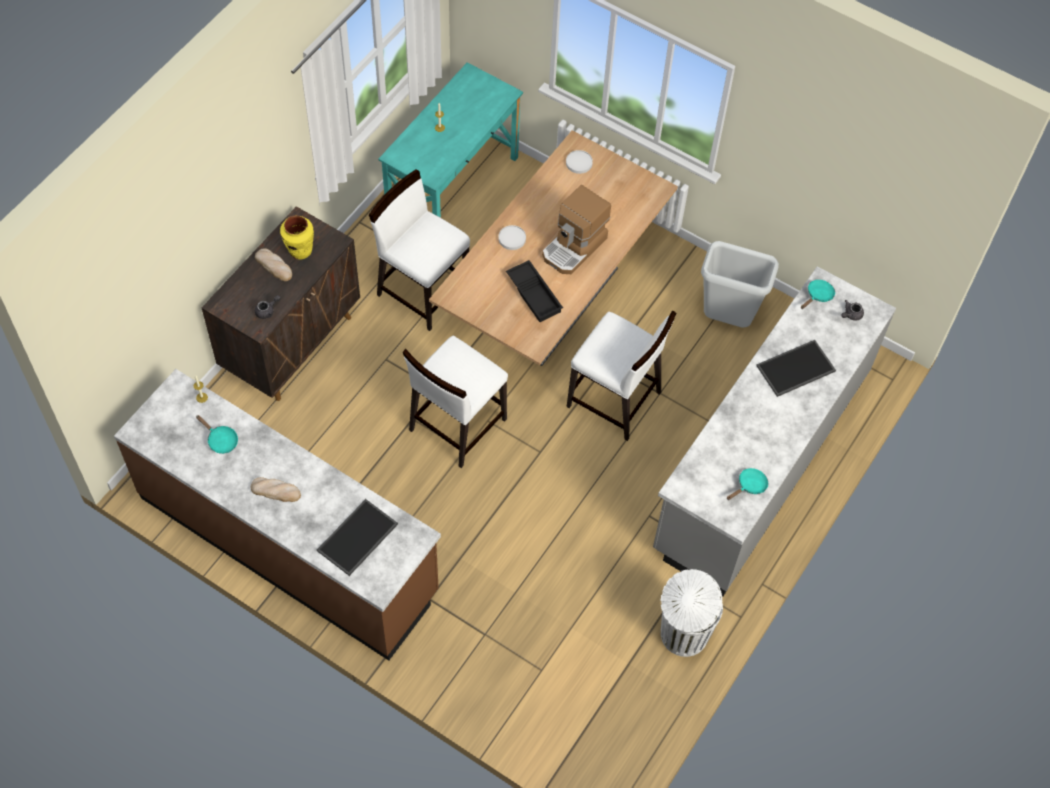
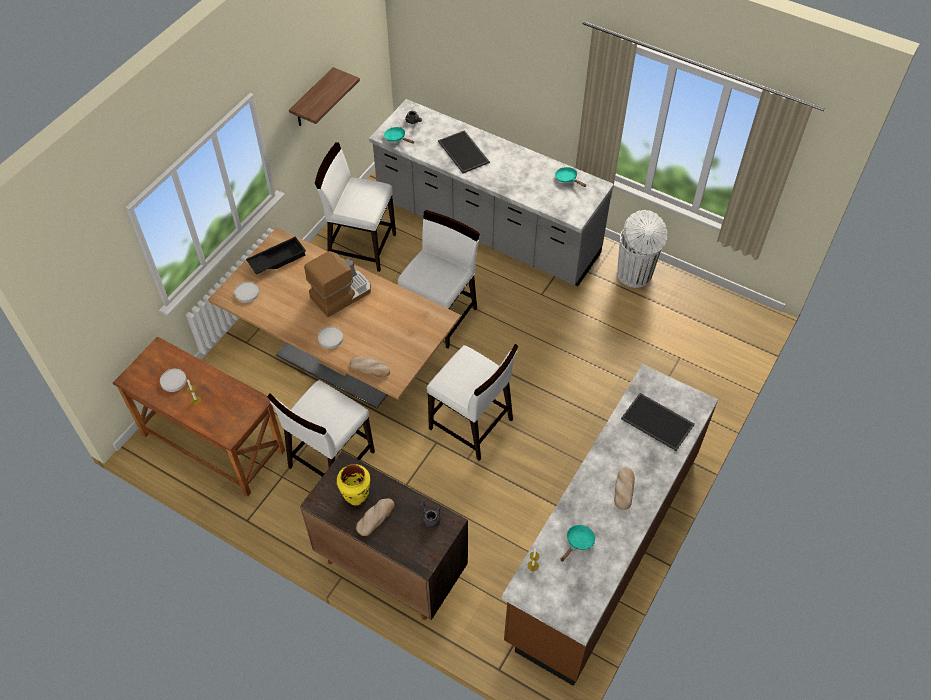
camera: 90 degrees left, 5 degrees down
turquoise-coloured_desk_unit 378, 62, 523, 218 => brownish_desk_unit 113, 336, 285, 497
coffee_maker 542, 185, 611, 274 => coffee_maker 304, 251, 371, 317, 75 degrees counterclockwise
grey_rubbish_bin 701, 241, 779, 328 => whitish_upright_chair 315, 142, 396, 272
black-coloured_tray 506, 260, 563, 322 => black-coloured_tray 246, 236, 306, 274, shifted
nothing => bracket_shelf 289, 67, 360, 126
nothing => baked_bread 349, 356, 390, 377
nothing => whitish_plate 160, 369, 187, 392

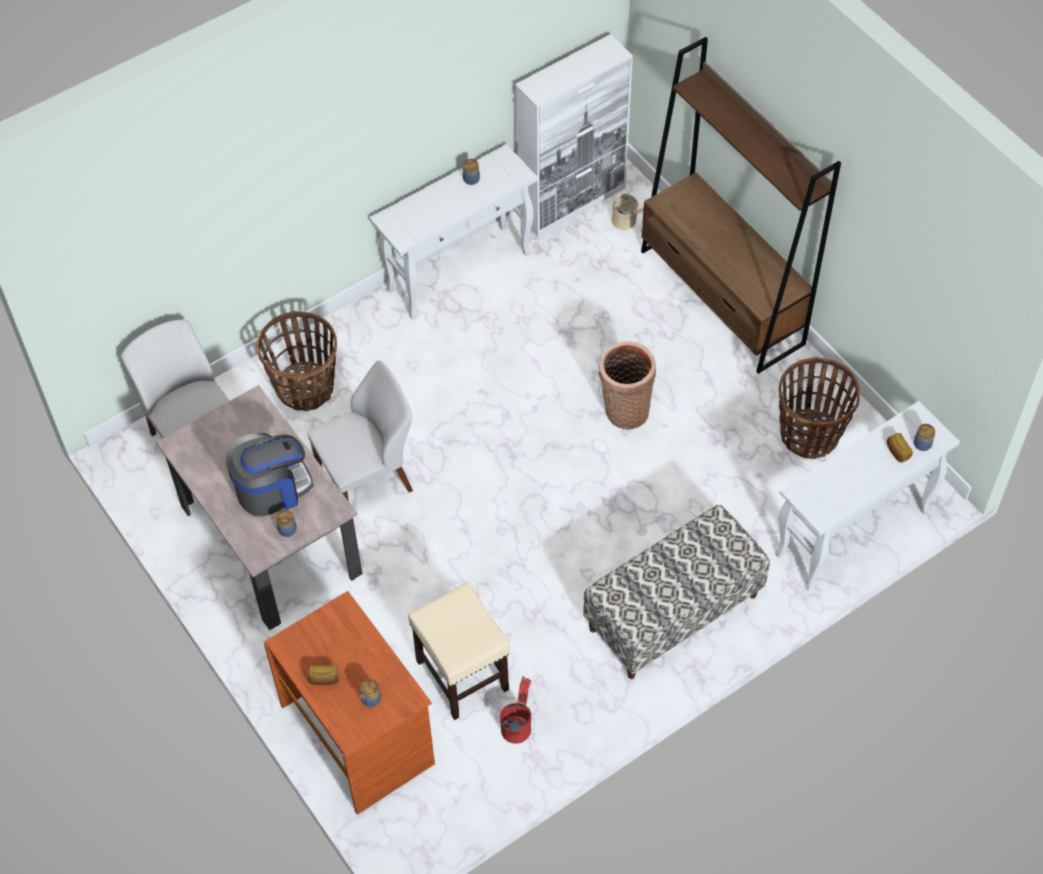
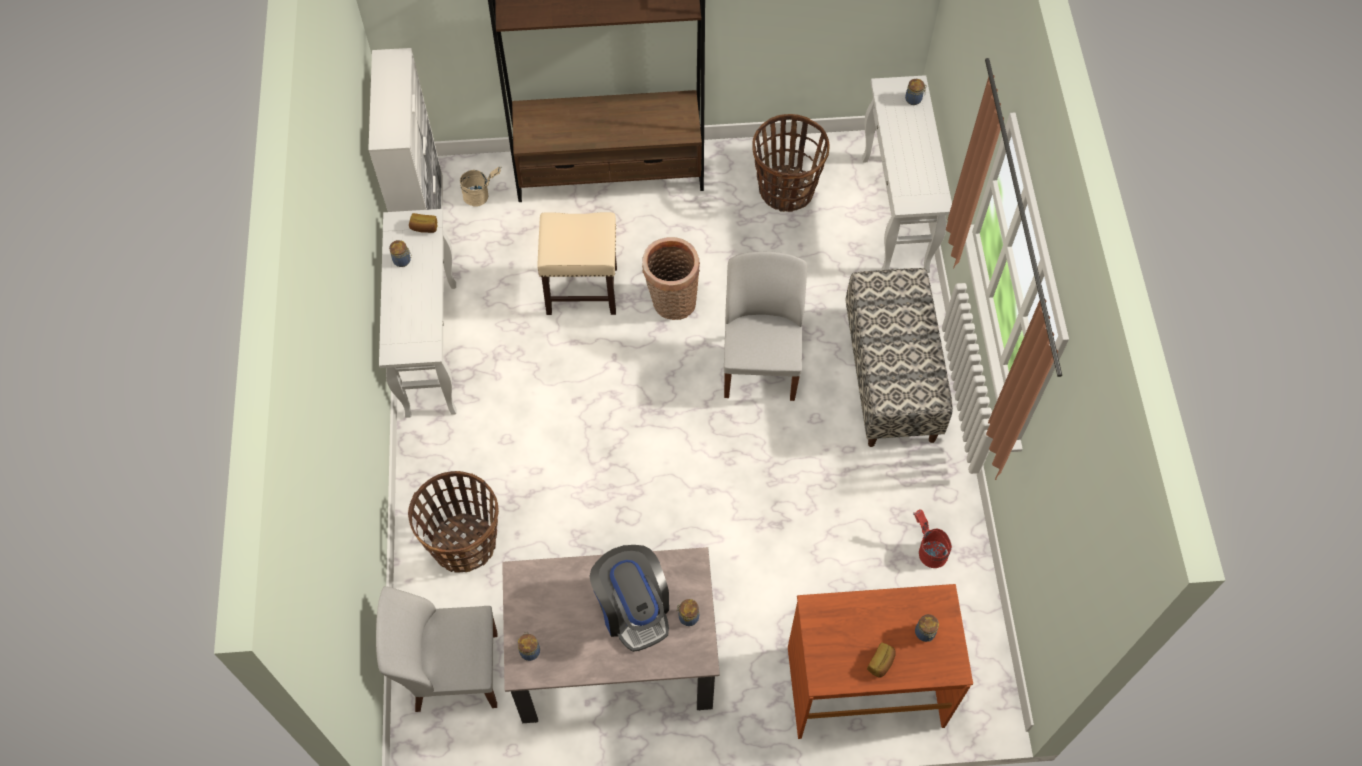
camera: 60 degrees left, 5 degrees up
whitish_upright_chair 307, 361, 413, 501 => whitish_upright_chair 724, 251, 807, 401, shifted
coffee_maker 226, 433, 314, 517 => coffee_maker 590, 545, 669, 652, 150 degrees clockwise
baked_bread 887, 433, 913, 463 => baked_bread 409, 213, 437, 233, shifted
beige_sitting_stool 408, 582, 510, 720 => beige_sitting_stool 537, 212, 617, 315, shifted
nothing => jar 518, 632, 540, 661

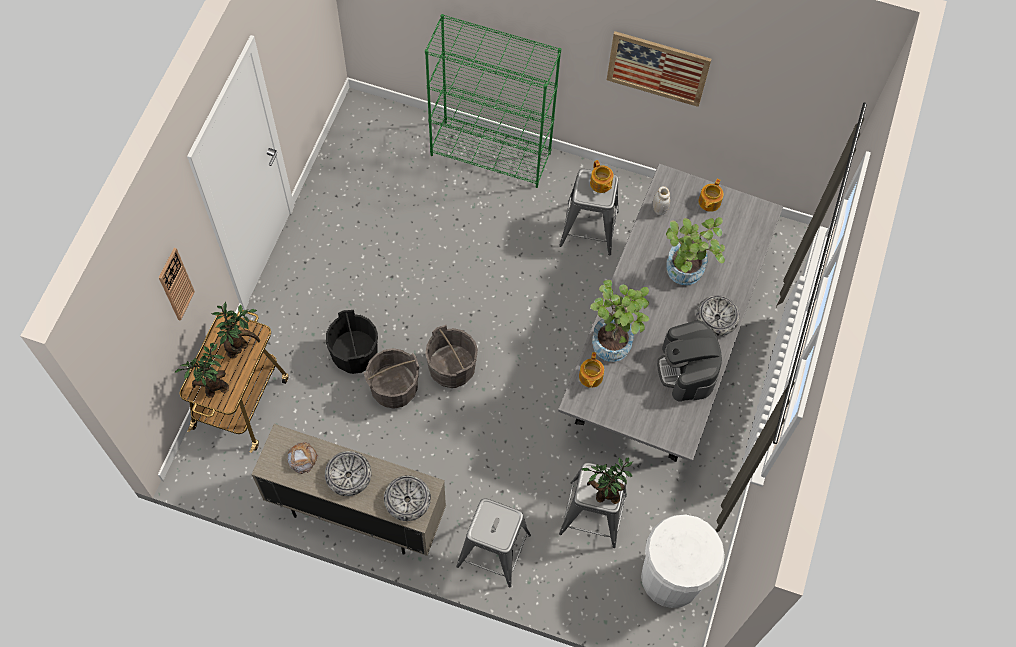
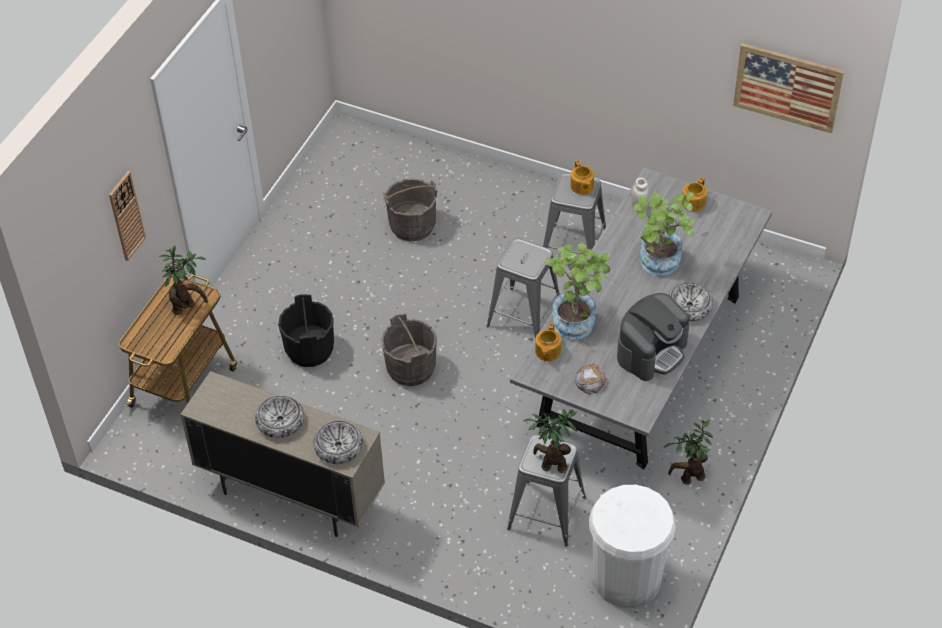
camera: 10 degrees right, 15 degrees down
green_shelving_unit 425, 14, 561, 188 => nothing
picture 607, 31, 712, 107 => picture 733, 43, 844, 133, shifted
coffee_maker 657, 321, 722, 402 => coffee_maker 617, 293, 690, 381, 135 degrees counterclockwise
potted_plant 174, 343, 229, 398 => potted_plant 664, 420, 713, 485, shifted
grey_pail 364, 348, 419, 409 => grey_pail 383, 178, 437, 241, shifted
baked_bread 287, 442, 318, 474 => baked_bread 575, 364, 607, 394, shifted
grey_sitting_stool 456, 498, 531, 588 => grey_sitting_stool 487, 238, 560, 338, shifted

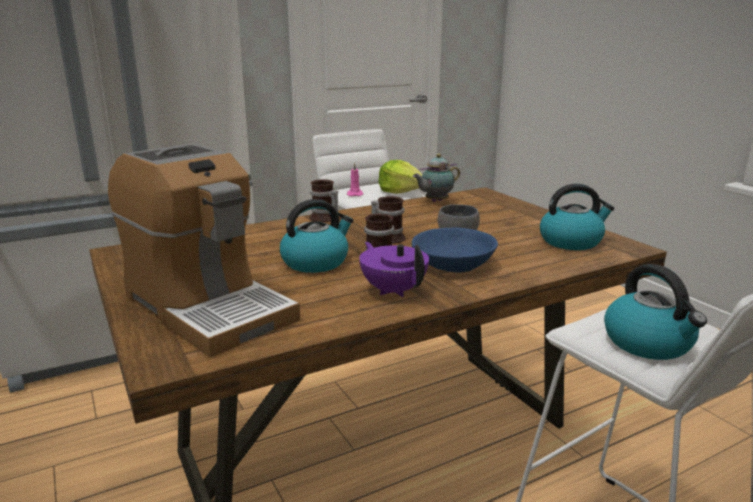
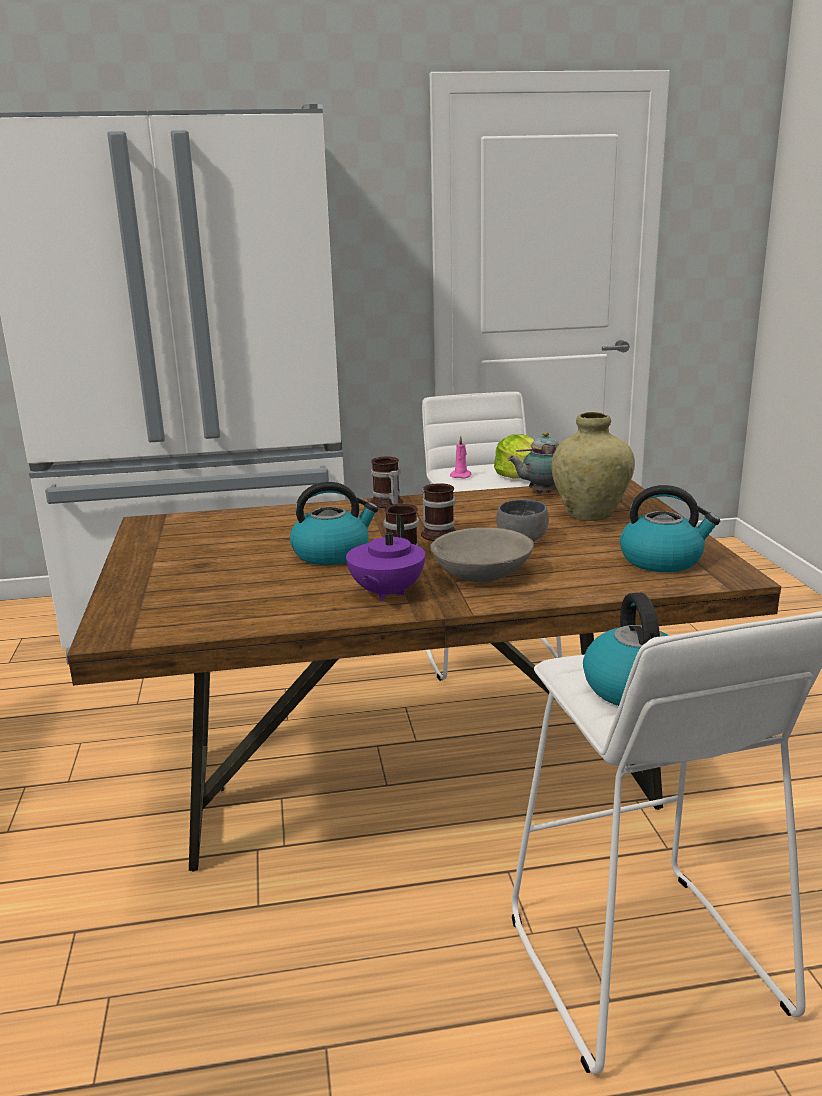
camera: 20 degrees right, 0 degrees up
coffee_maker 108, 143, 300, 357 => nothing
blue-coloured_deep_dish 412, 228, 498, 273 => grey_deep_dish 430, 528, 534, 583
purple-coloured_tea_pot 359, 242, 429, 297 => purple-coloured_tea_pot 346, 514, 425, 601, 150 degrees counterclockwise
nothing => beige_vase 551, 412, 635, 521

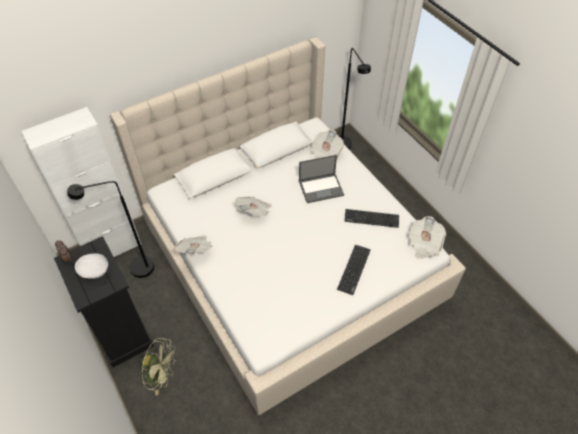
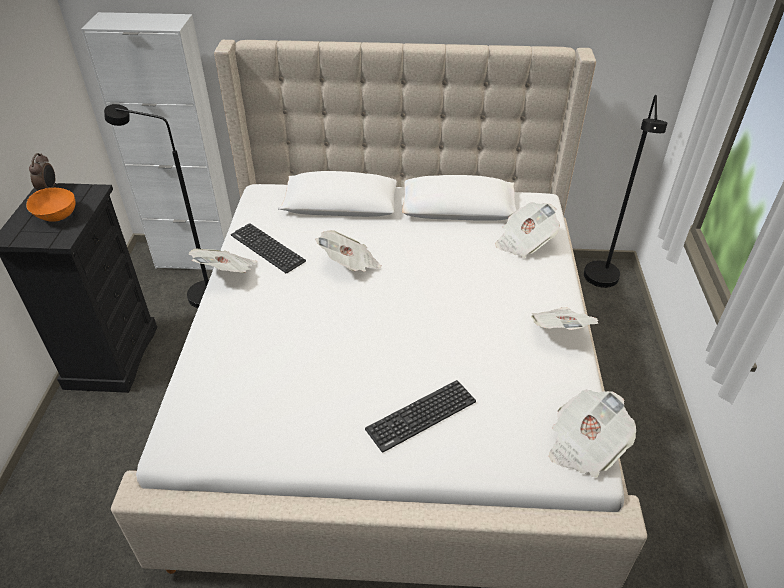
camera: 35 degrees right, 10 degrees down
notebook_computer 299, 155, 344, 203 => nothing
keyboard 344, 209, 399, 228 => keyboard 231, 224, 306, 273, shifted
whitish_deep_dish 75, 254, 108, 279 => orange_deep_dish 26, 188, 75, 222
green_cooling_fan 140, 338, 176, 395 => nothing
nothing => printed_paper 531, 307, 598, 330

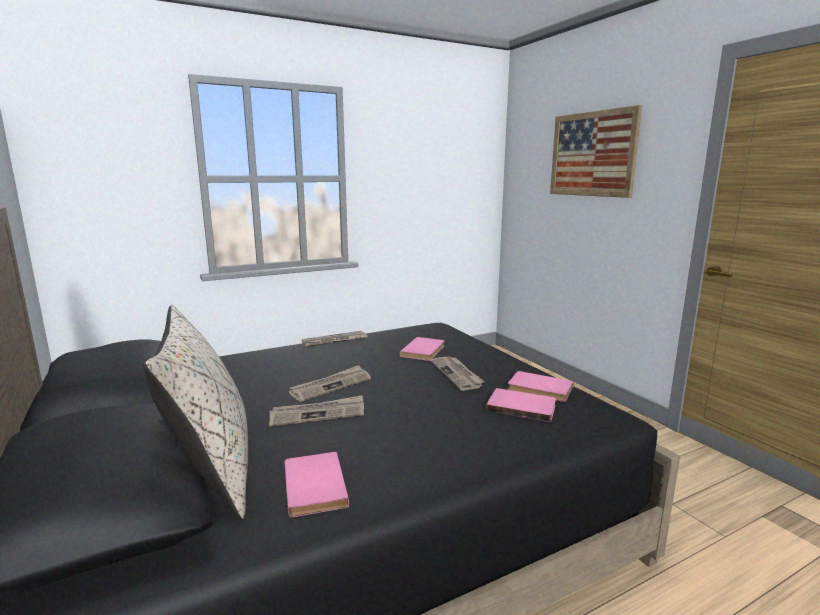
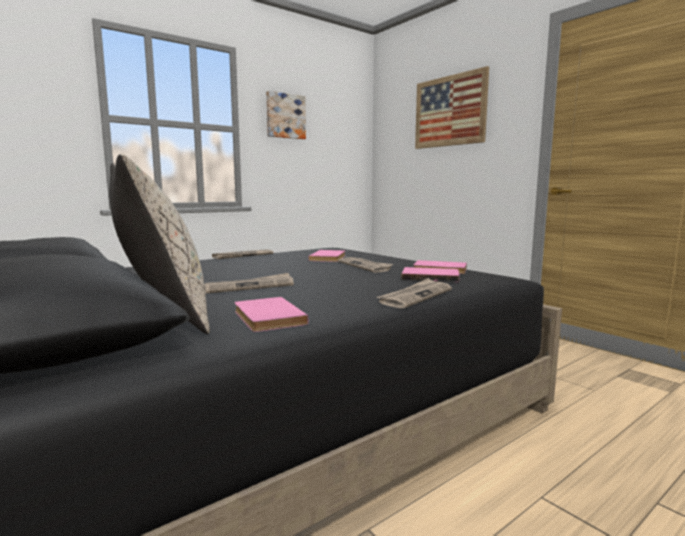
camera: 10 degrees left, 5 degrees down
printed_paper 289, 365, 371, 402 => printed_paper 376, 278, 452, 309, shifted
nothing => picture 266, 91, 306, 139

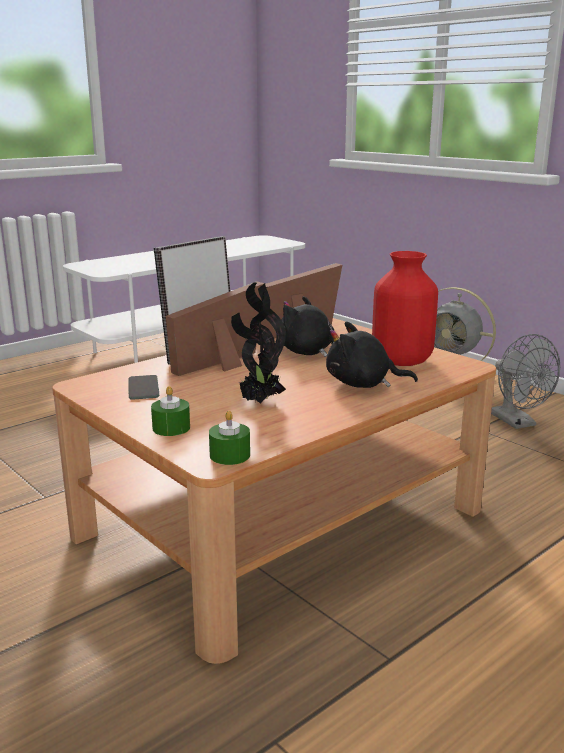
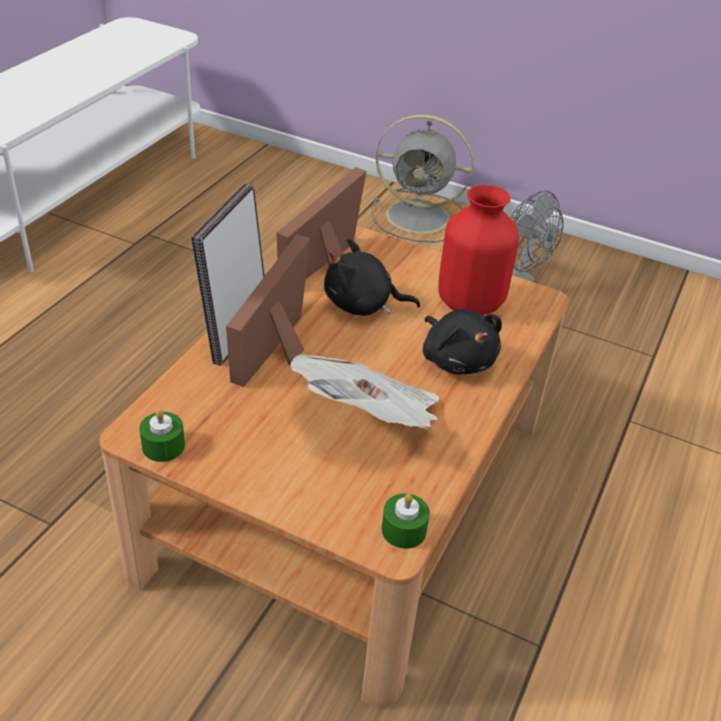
camera: 25 degrees left, 20 degrees up
potted_plant 231, 282, 286, 404 => printed_paper 290, 355, 440, 429
black-coloured_cuddly_toy 326, 321, 418, 388 => black-coloured_cuddly_toy 423, 309, 502, 374, 105 degrees counterclockwise
phone 128, 375, 159, 400 => nothing
green_wax_candle 151, 386, 190, 436 => green_wax_candle 139, 409, 185, 462, shifted

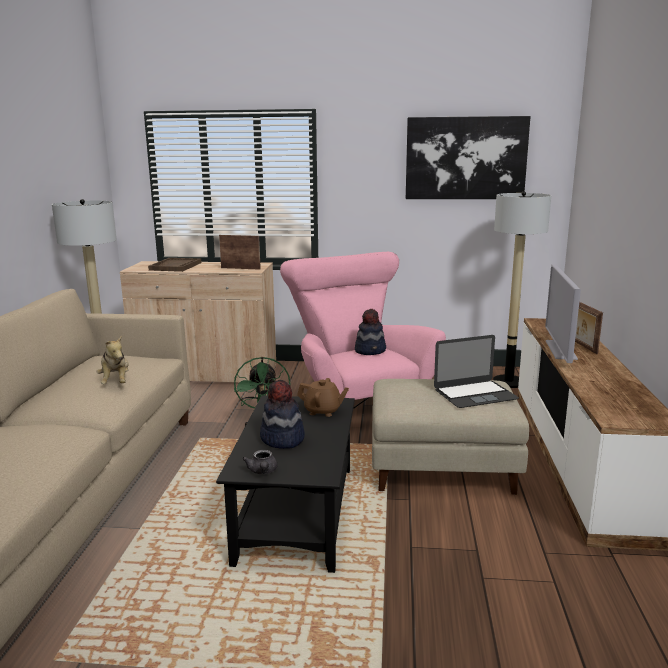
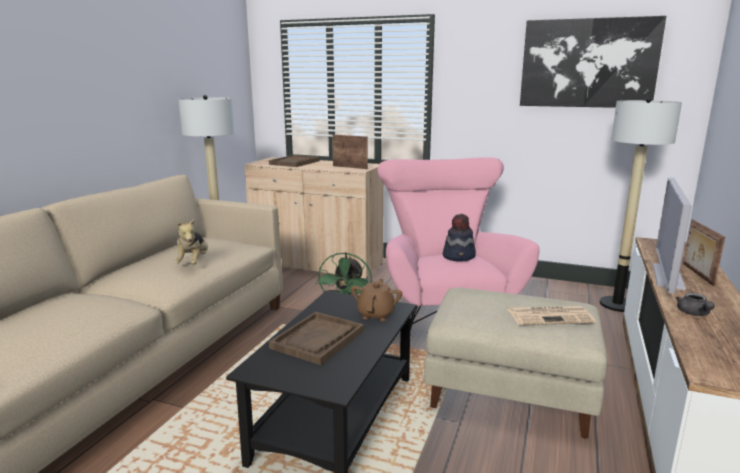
camera: 15 degrees right, 0 degrees up
notebook_computer 434, 335, 519, 408 => printed_paper 508, 306, 596, 325
brownish_tea_pot 297, 378, 349, 417 => brownish_tea_pot 351, 279, 402, 321, 105 degrees counterclockwise
wearable_hat 260, 380, 305, 449 => brownish_tray 269, 312, 364, 365
grey_tea_pot 242, 450, 278, 474 => grey_tea_pot 676, 293, 715, 316, shifted

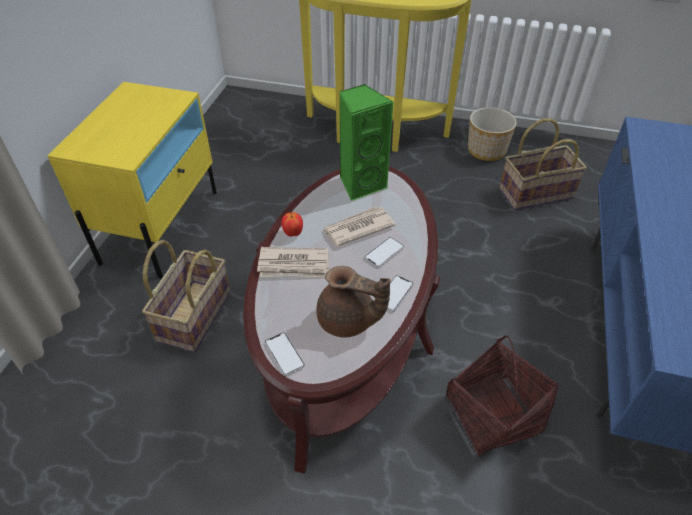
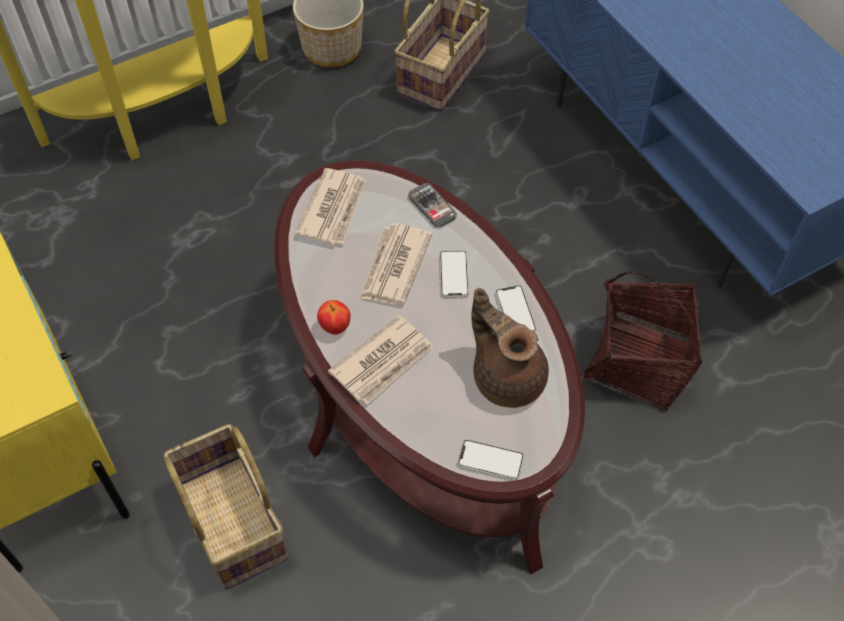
camera: 45 degrees left, 10 degrees up
green_loudspeaker 339, 84, 393, 201 => printed_paper 295, 168, 366, 245
brownish_tea_pot 316, 266, 391, 338 => brownish_tea_pot 472, 288, 549, 408, 105 degrees counterclockwise
nothing => phone 408, 183, 457, 227

